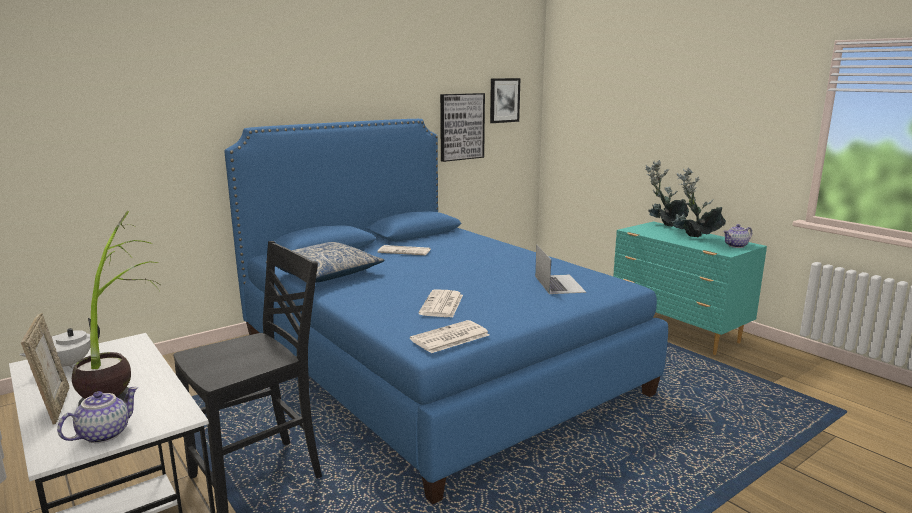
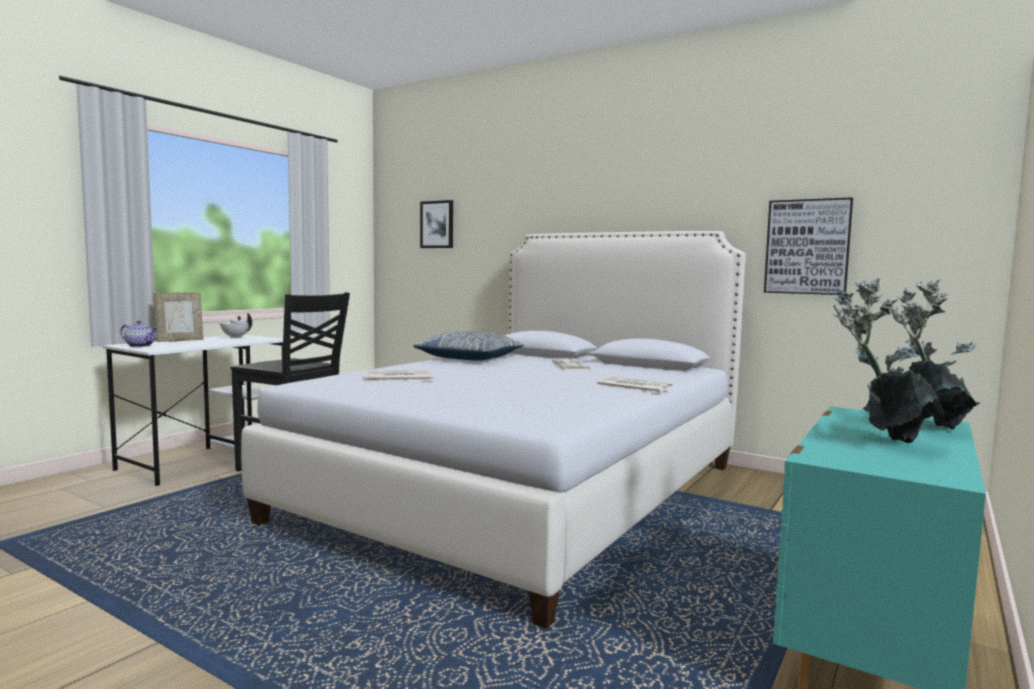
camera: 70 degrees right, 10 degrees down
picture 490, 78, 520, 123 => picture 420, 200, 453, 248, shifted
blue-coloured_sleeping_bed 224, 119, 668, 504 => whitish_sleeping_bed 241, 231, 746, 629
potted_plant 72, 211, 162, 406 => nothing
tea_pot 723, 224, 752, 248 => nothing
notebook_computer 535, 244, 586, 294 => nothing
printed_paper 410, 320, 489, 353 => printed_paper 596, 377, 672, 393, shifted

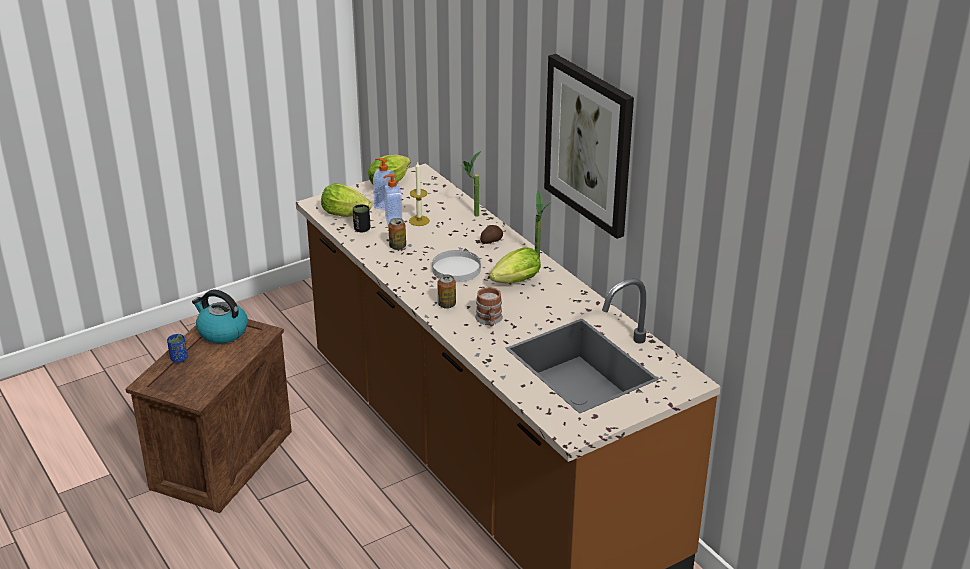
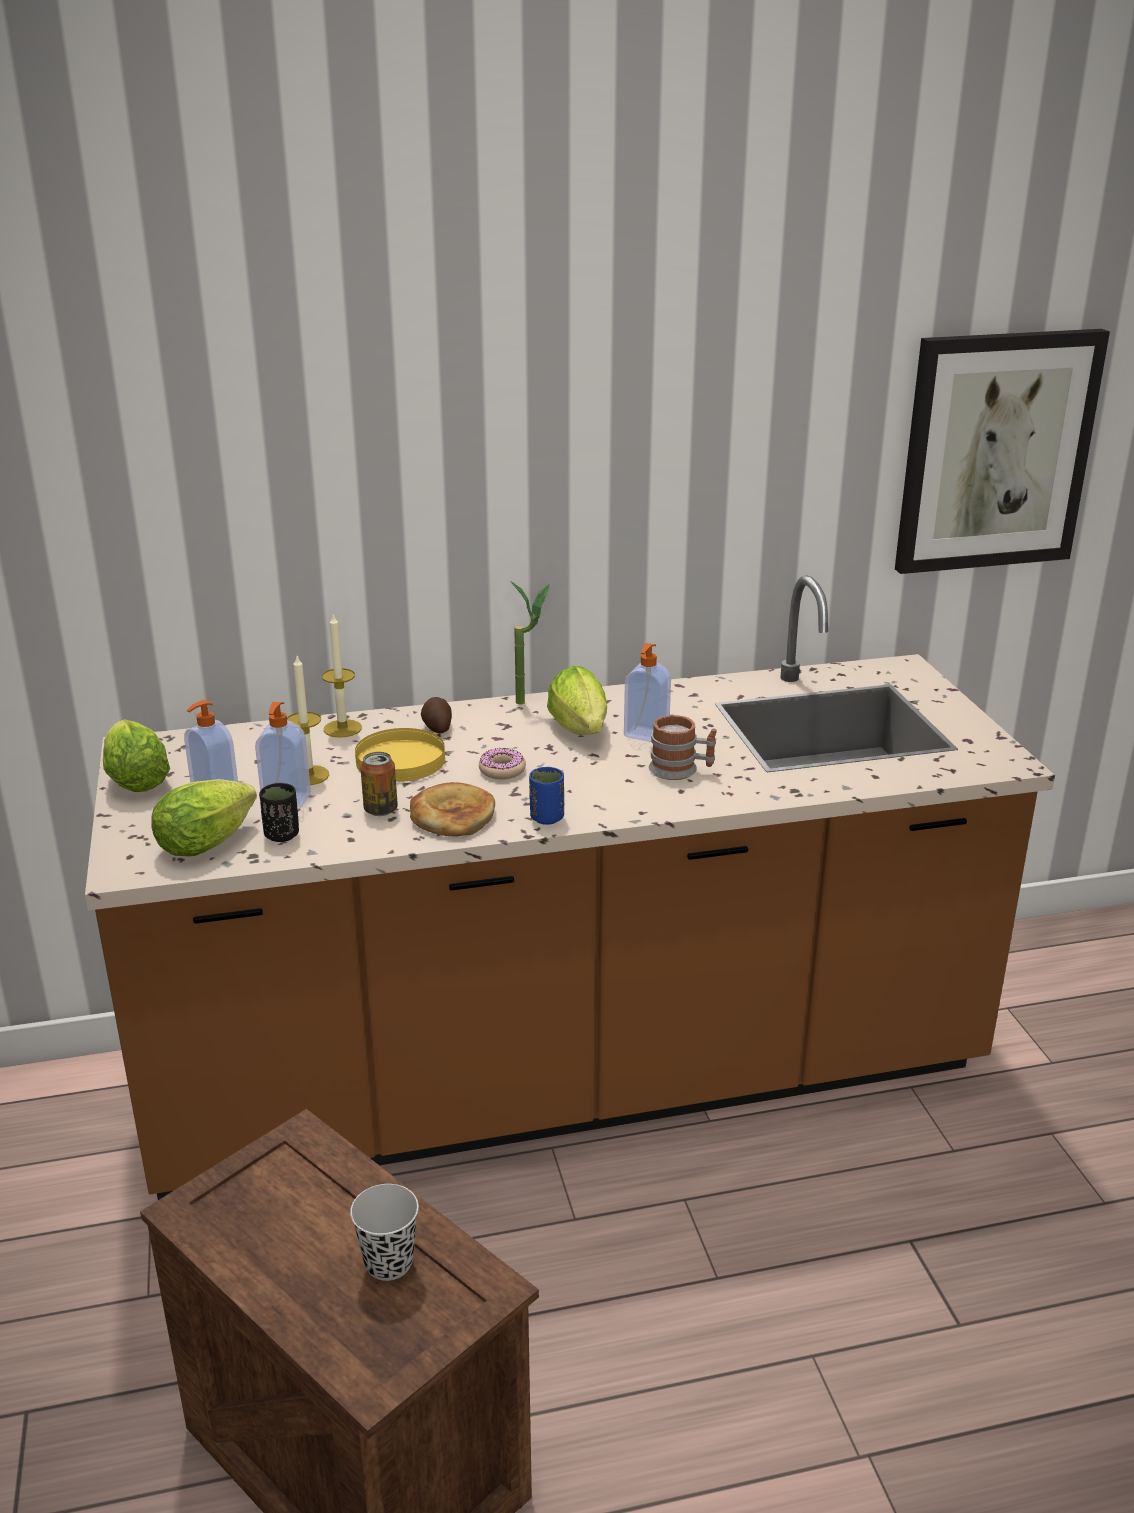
camera: 70 degrees left, 5 degrees down
picture 544, 54, 634, 239 => picture 895, 329, 1110, 574, shifted
potted_plant 461, 151, 481, 217 => wax_candle 322, 614, 362, 738
whitish_plate 432, 250, 481, 282 => donut 479, 748, 526, 779
sealed_can 438, 274, 456, 309 => nothing
water_kettle 192, 290, 248, 344 => nothing
blue-coloured_small_cup 167, 334, 188, 363 => blue-coloured_small_cup 529, 767, 564, 825, shifted
nothing => liquid_soap_bottle 624, 643, 671, 742
nothing => yellow-coloured_plate 355, 728, 445, 782
nothing => baked_bread 410, 782, 495, 837
nothing => black-coloured_small_cup 350, 1184, 419, 1281

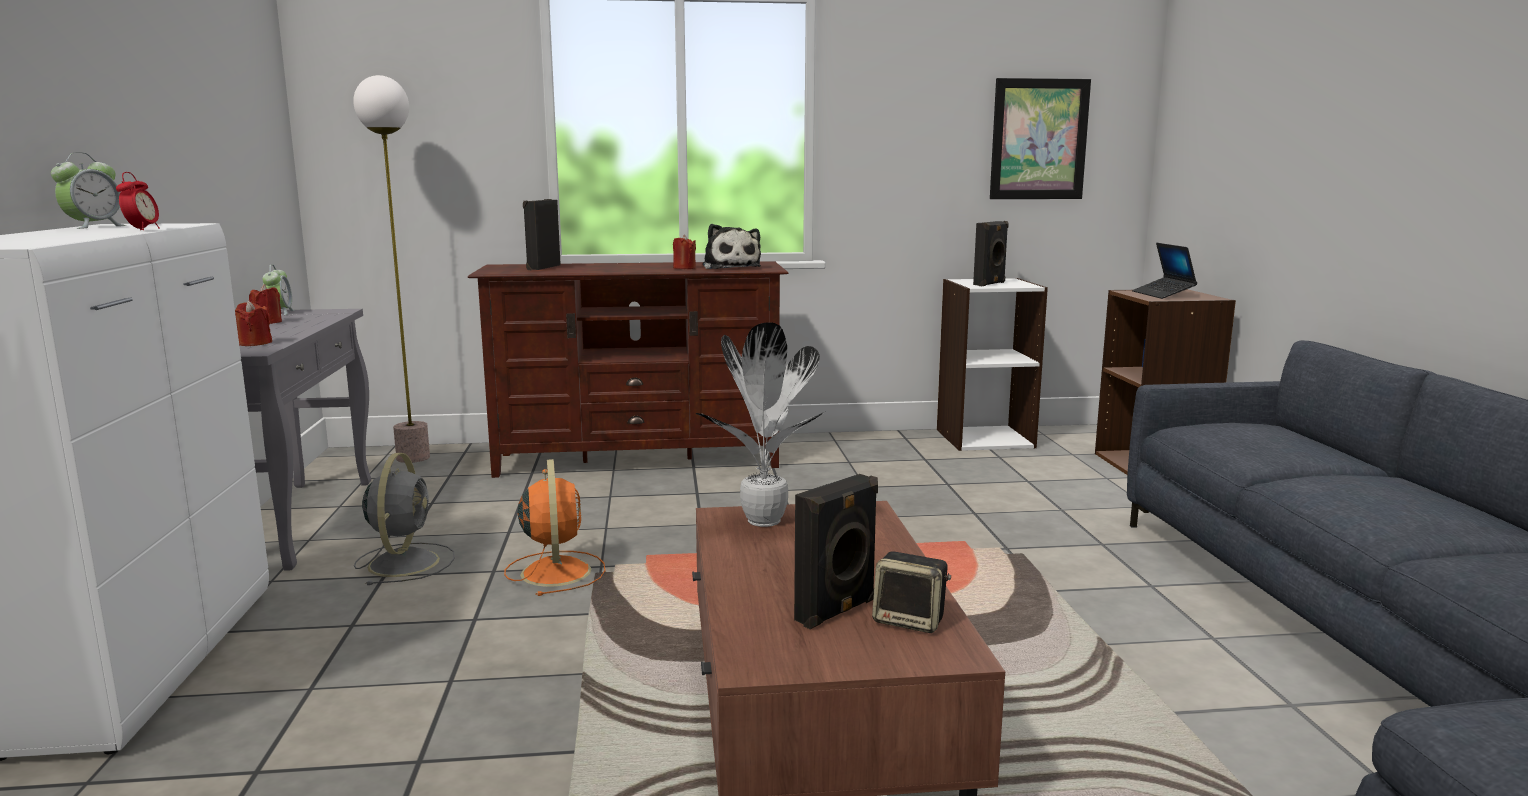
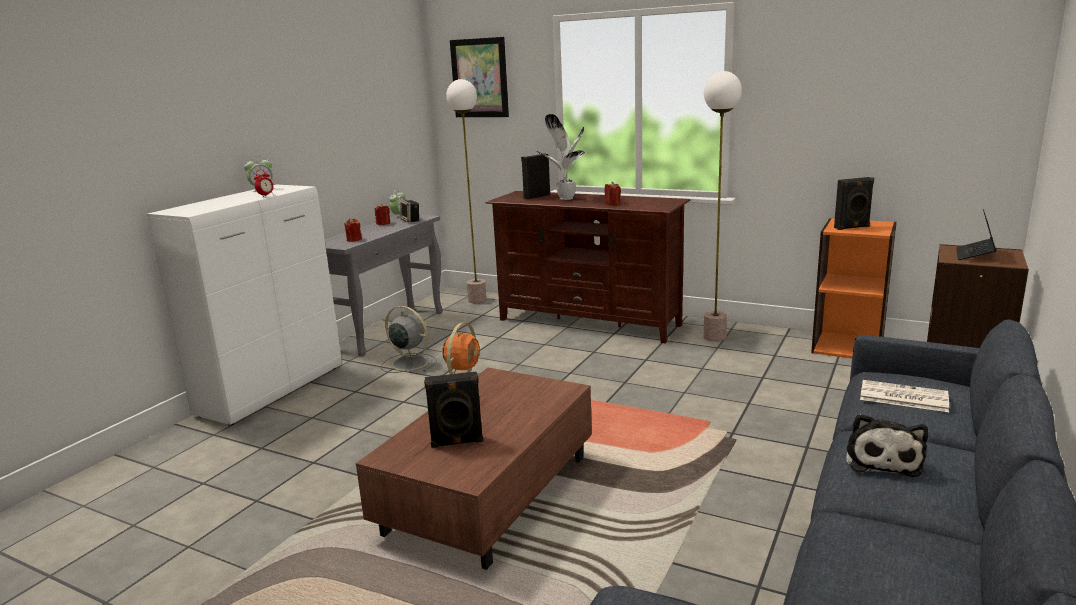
camera: 35 degrees right, 5 degrees up
picture 990, 78, 1091, 199 => picture 450, 37, 509, 117, shifted
cuddly_toy 703, 224, 761, 269 => cuddly_toy 846, 413, 928, 477, shifted
whitish_shelving_unit 937, 278, 1048, 451 => orange_shelving_unit 811, 218, 897, 358
potted_plant 695, 322, 825, 527 => potted_plant 537, 114, 585, 200, shifted
grey_cooling_fan 354, 453, 455, 585 => grey_cooling_fan 381, 306, 437, 373, 90 degrees counterclockwise
loudspeaker 872, 551, 951, 633 => loudspeaker 401, 200, 419, 222, shifted
nothing => standing_lamp 704, 71, 742, 341
nothing => printed_paper 860, 380, 949, 412

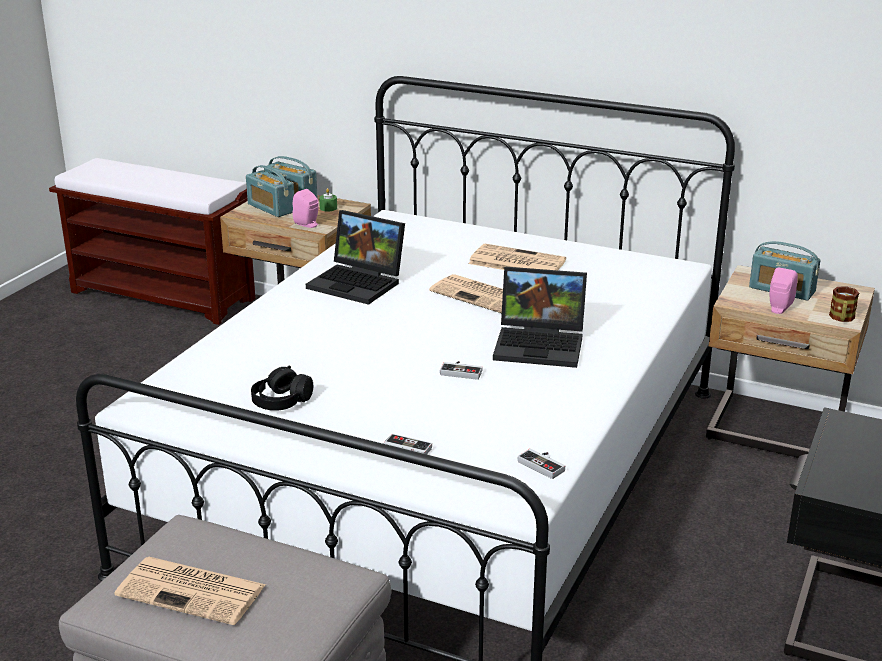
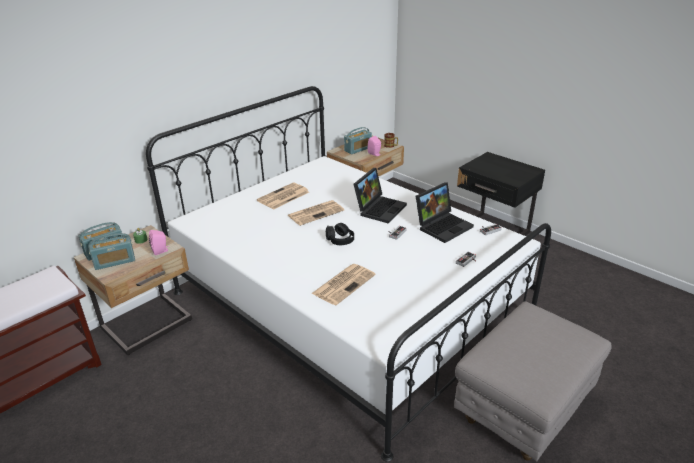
camera: 70 degrees left, 5 degrees up
notebook_computer 306, 210, 405, 305 => notebook_computer 416, 182, 474, 243, shifted
black-coloured_pair_of_headphones 251, 366, 313, 411 => black-coloured_pair_of_headphones 326, 223, 354, 245, shifted
printed_paper 115, 557, 266, 625 => printed_paper 311, 264, 376, 305, shifted

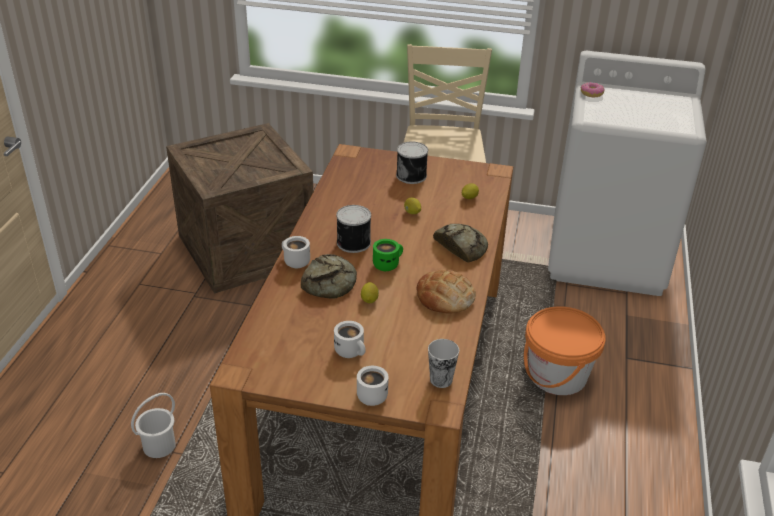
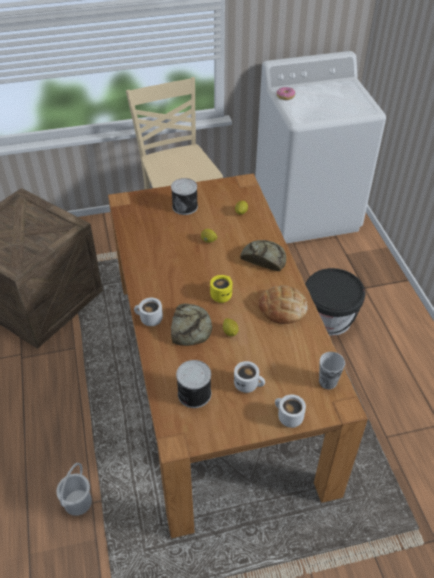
camera: 25 degrees left, 10 degrees up
sealed_can 336, 205, 371, 253 => sealed_can 176, 360, 211, 408, shifted
green_mug 373, 239, 403, 271 => yellow-coloured_mug 210, 275, 232, 303
orange_pail 524, 306, 606, 395 => black-coloured_pail 305, 268, 365, 336

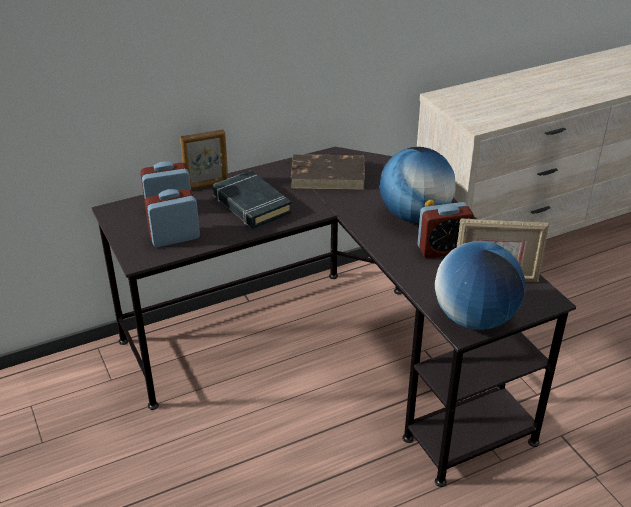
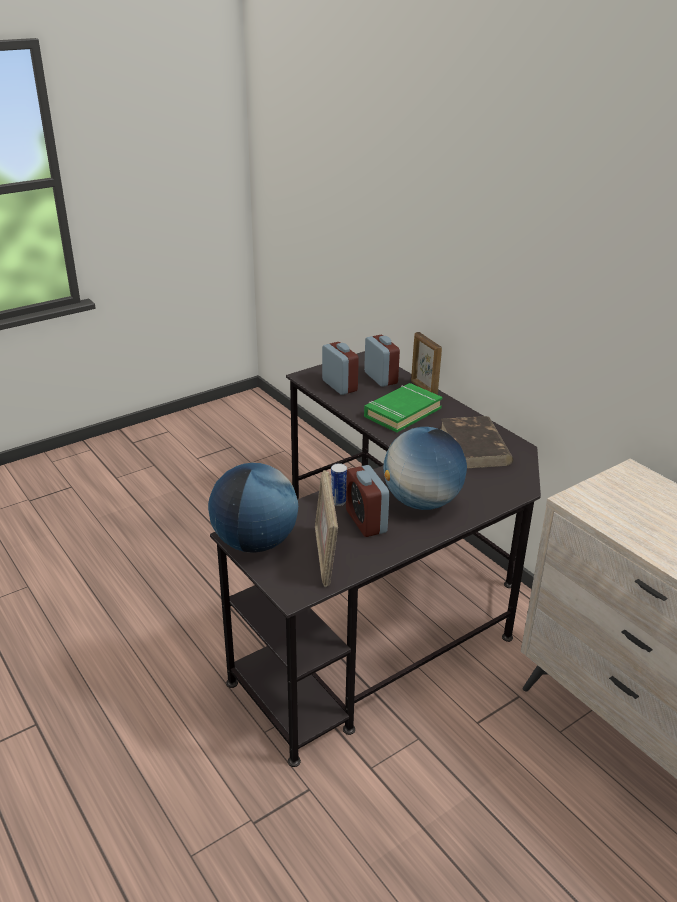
camera: 80 degrees right, 5 degrees down
black-coloured_volume 213, 170, 292, 229 => green_volume 364, 383, 442, 433
nothing => sealed_can 331, 463, 347, 506

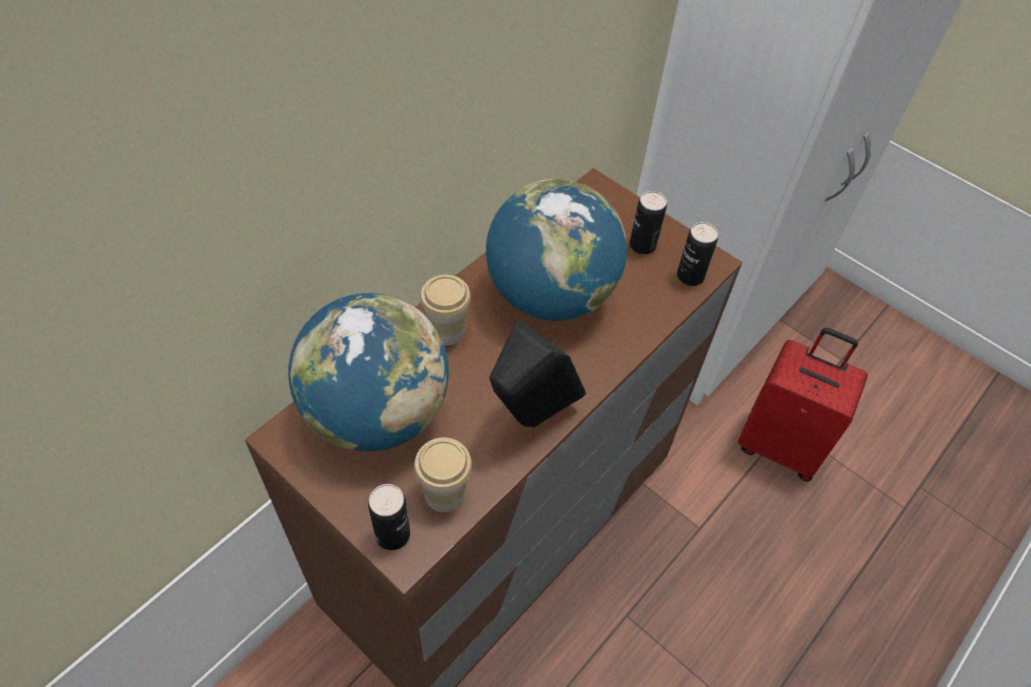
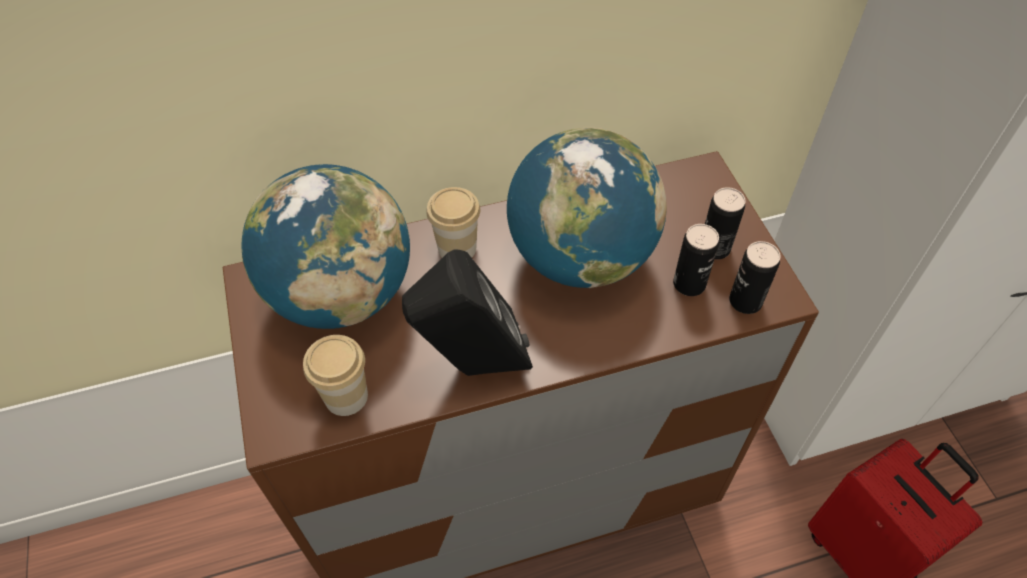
camera: 35 degrees right, 0 degrees up
sealed_can 368, 484, 410, 550 => sealed_can 673, 224, 719, 296, shifted

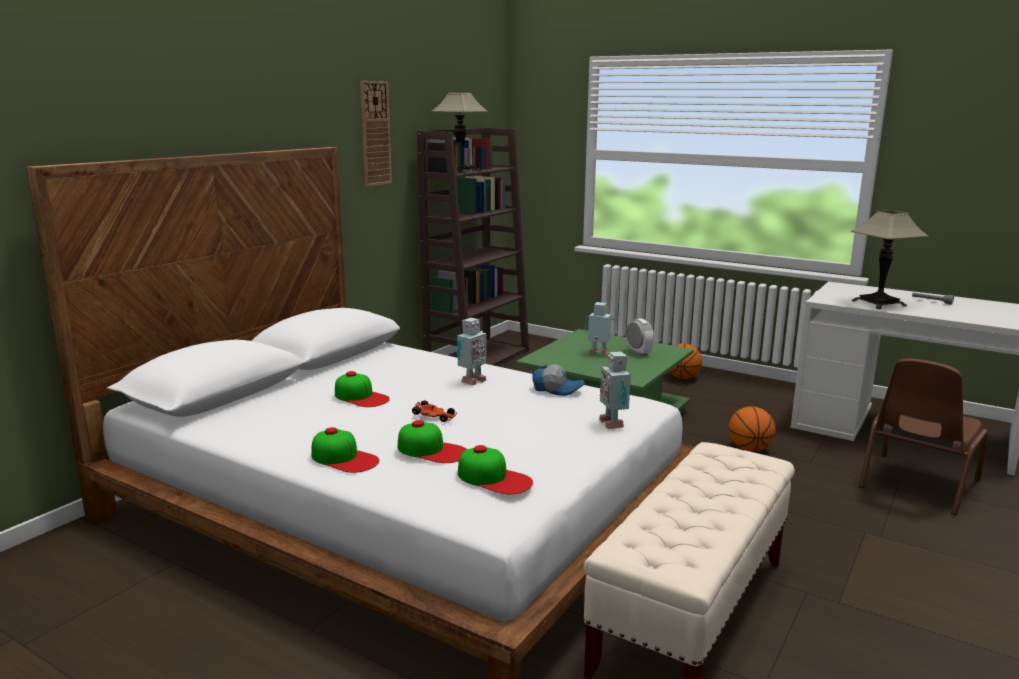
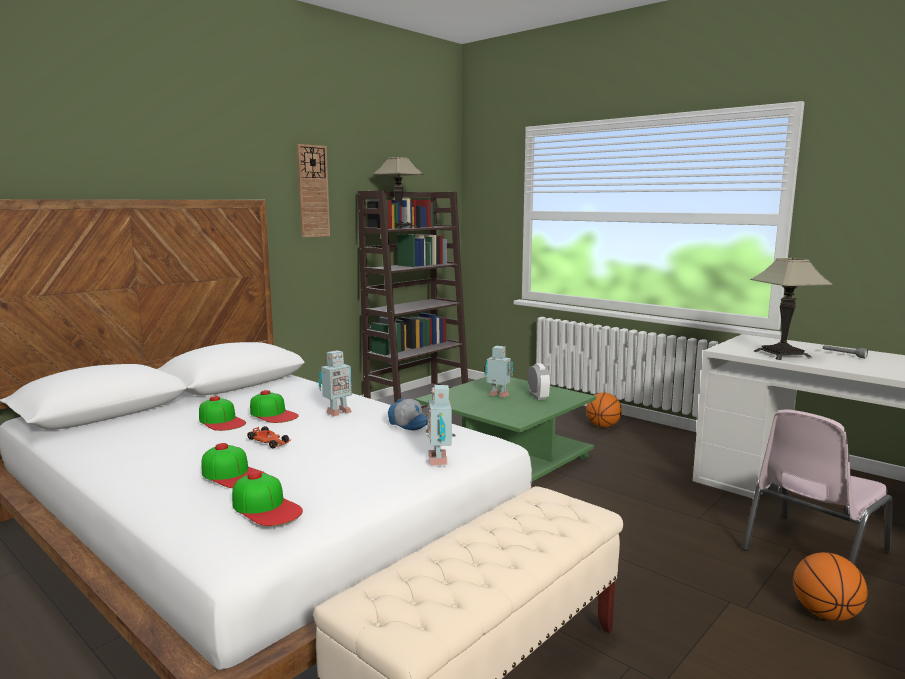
camera: 10 degrees right, 5 degrees down
brownish_upright_chair 859, 358, 988, 515 => pink_upright_chair 743, 410, 893, 566
basketball_ball 729, 406, 776, 452 => basketball_ball 793, 552, 868, 621, shifted
baseball_cap 311, 427, 379, 473 => baseball_cap 250, 390, 299, 423, shifted

